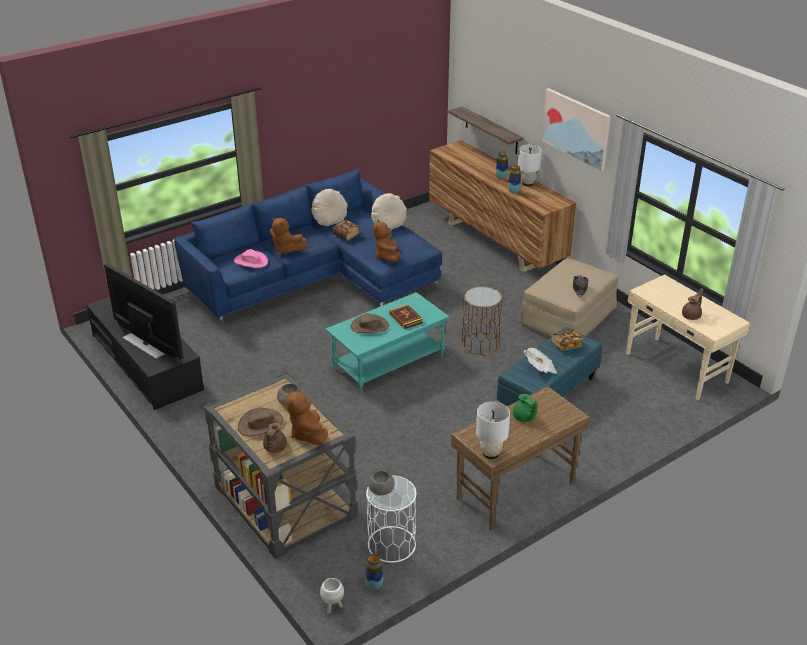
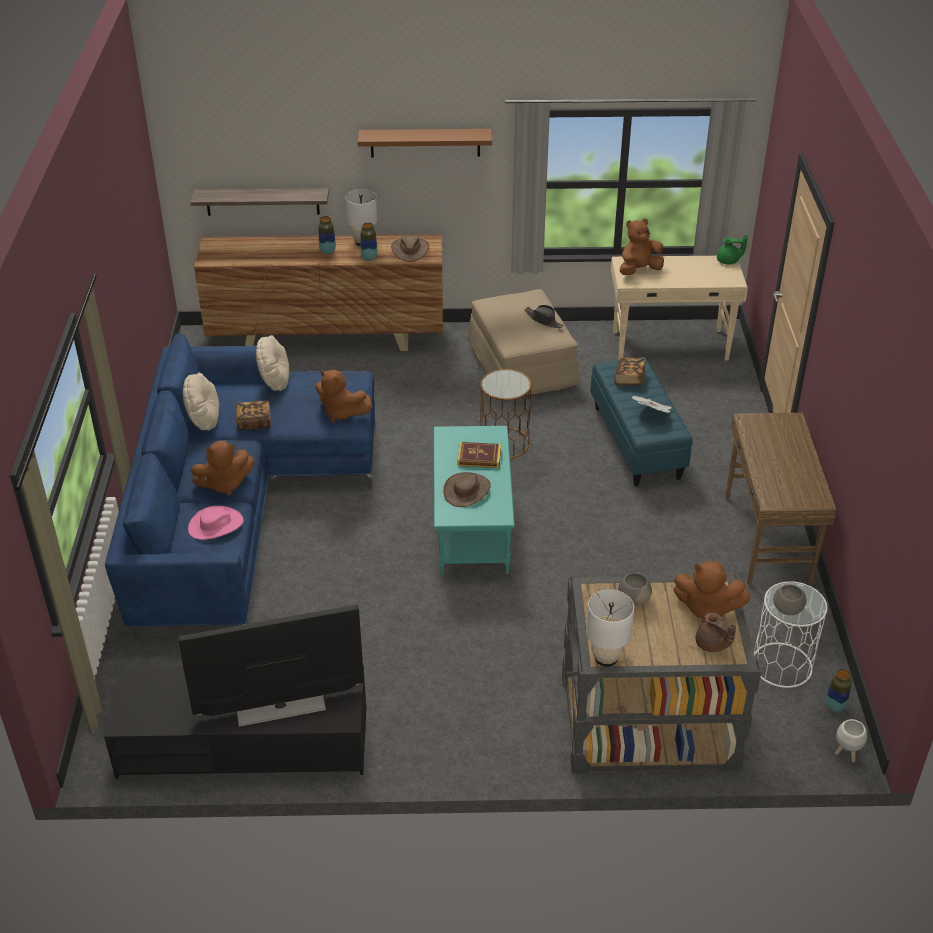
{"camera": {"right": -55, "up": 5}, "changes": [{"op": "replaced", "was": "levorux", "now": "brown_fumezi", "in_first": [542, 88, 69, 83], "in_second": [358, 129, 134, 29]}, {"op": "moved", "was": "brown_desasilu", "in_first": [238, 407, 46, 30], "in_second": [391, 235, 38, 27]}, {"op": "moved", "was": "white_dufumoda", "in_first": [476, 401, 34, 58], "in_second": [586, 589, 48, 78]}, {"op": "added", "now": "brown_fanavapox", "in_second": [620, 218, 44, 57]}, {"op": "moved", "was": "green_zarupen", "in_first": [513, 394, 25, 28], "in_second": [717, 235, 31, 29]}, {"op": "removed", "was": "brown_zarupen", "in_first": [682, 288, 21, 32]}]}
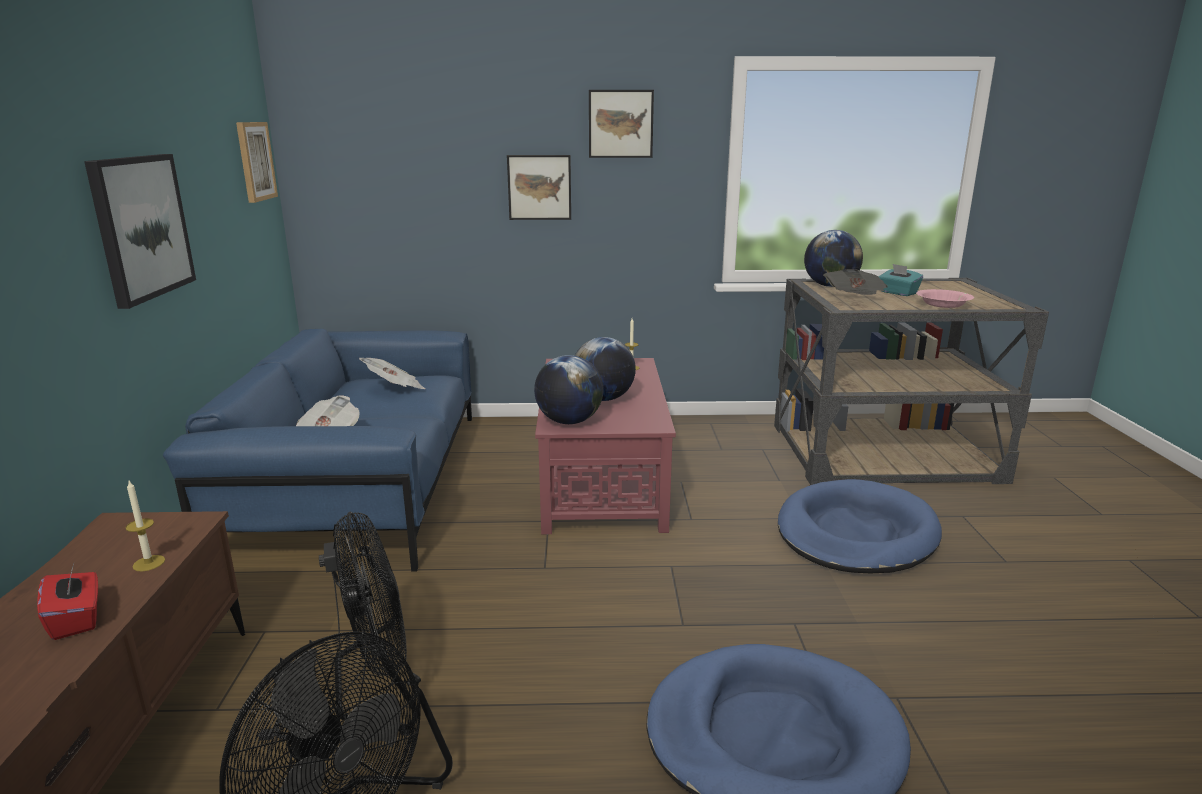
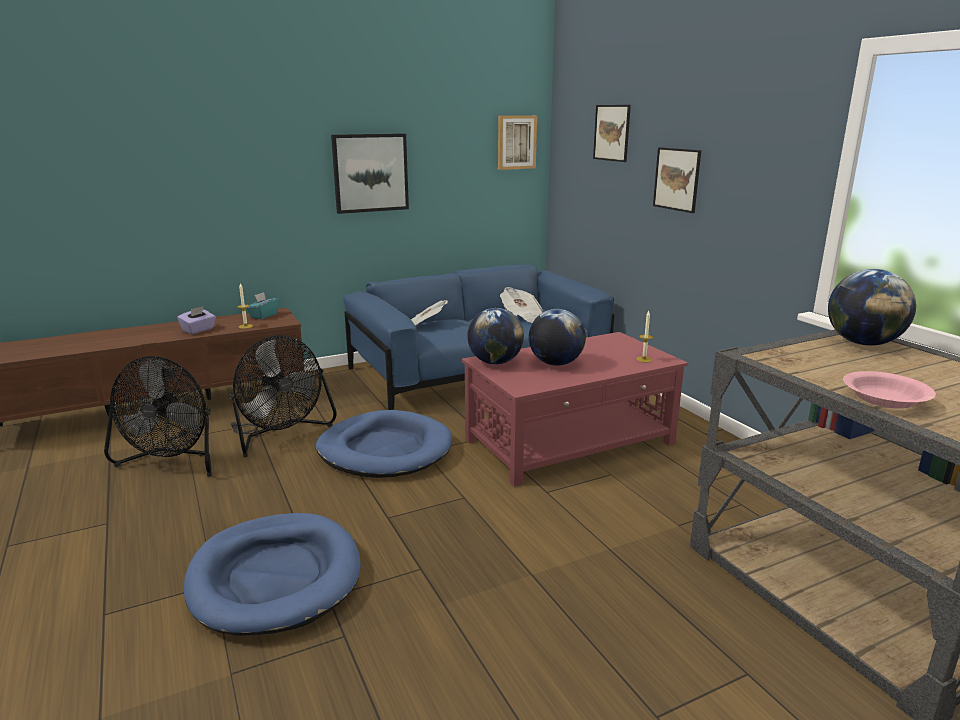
{"camera": {"right": 65, "up": 0}, "changes": [{"op": "recoloured", "was": "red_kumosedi", "now": "purple_kumosedi", "in_first": [37, 564, 61, 76], "in_second": [177, 306, 39, 28]}, {"op": "moved", "was": "turquoise_kumosedi", "in_first": [879, 264, 44, 32], "in_second": [246, 292, 33, 27]}, {"op": "moved", "was": "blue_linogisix", "in_first": [778, 479, 164, 95], "in_second": [315, 410, 137, 68]}, {"op": "moved", "was": "levorux", "in_first": [589, 90, 65, 68], "in_second": [593, 105, 38, 57]}, {"op": "removed", "was": "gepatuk", "in_first": [823, 269, 65, 26]}]}
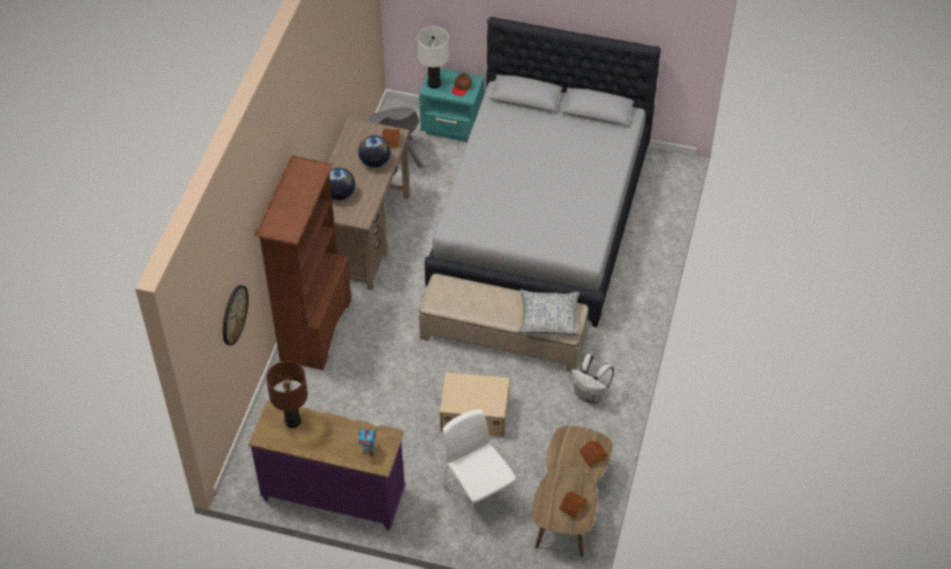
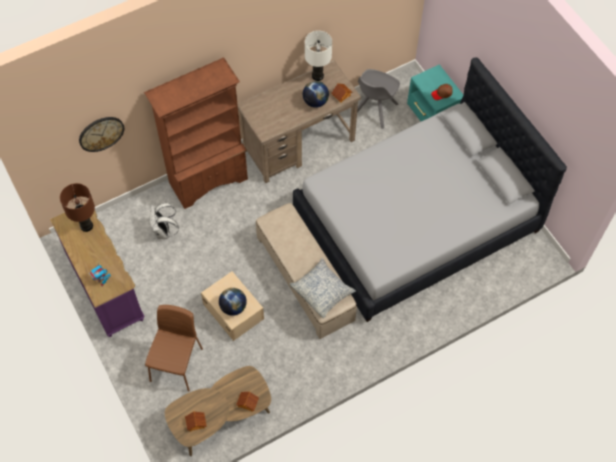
{"camera": {"right": 45, "up": 10}, "changes": [{"op": "recoloured", "was": "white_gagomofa", "now": "brown_gagomofa", "in_first": [442, 409, 75, 124], "in_second": [145, 305, 58, 87]}, {"op": "moved", "was": "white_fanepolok", "in_first": [569, 354, 45, 51], "in_second": [150, 203, 29, 36]}, {"op": "moved", "was": "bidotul", "in_first": [329, 167, 26, 33], "in_second": [219, 288, 28, 28]}, {"op": "moved", "was": "white_dufumoda", "in_first": [417, 26, 32, 62], "in_second": [305, 31, 27, 50]}]}
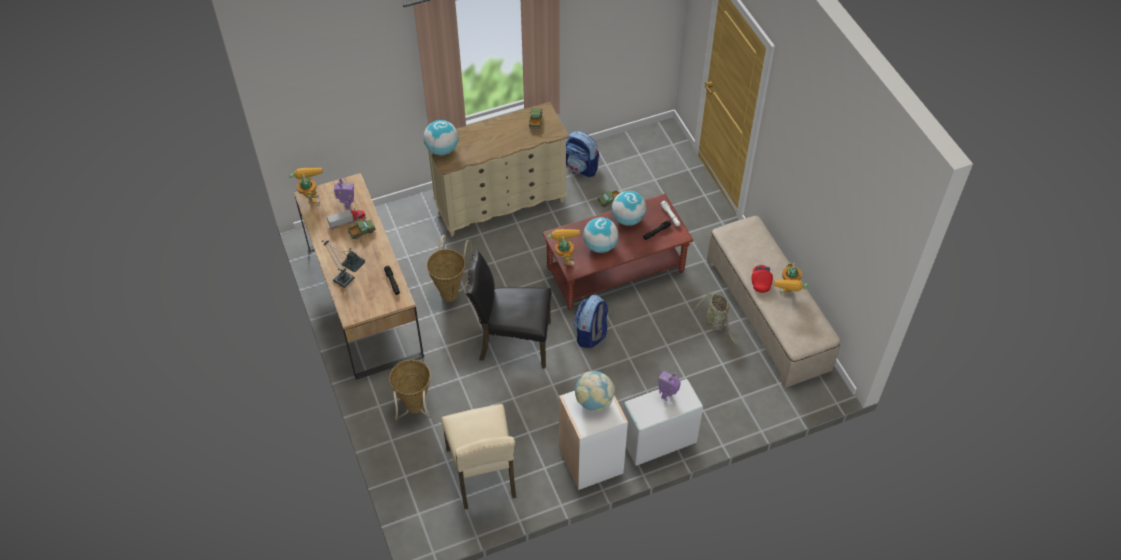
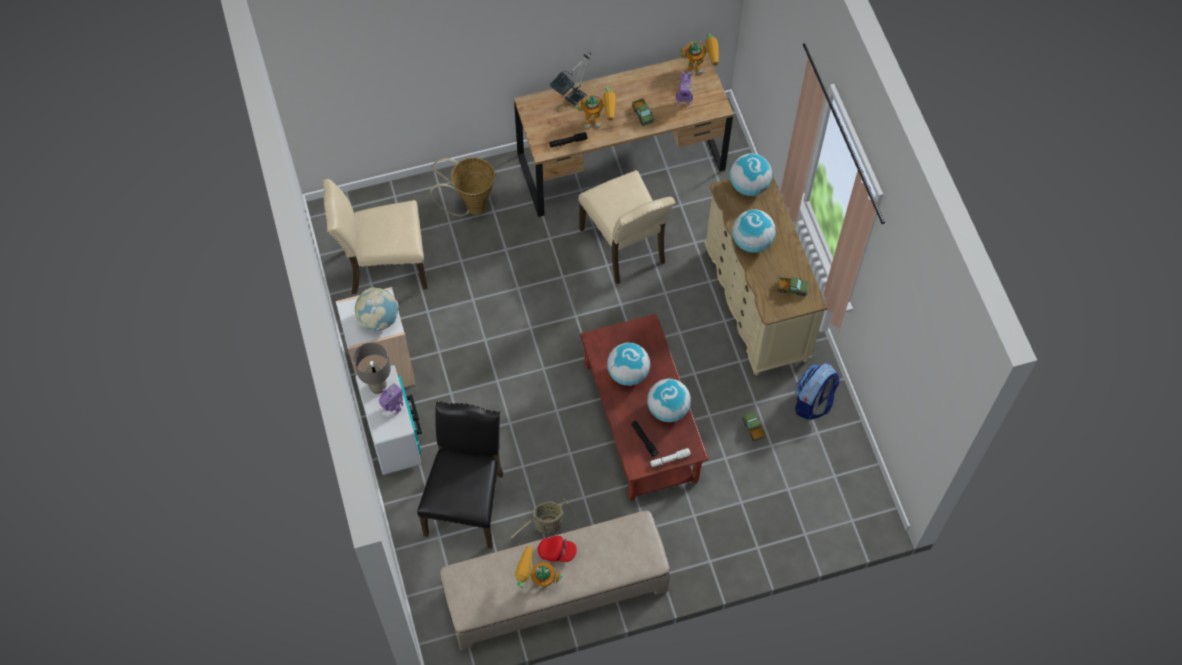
{"camera": {"right": 95, "up": 10}, "changes": [{"op": "added", "now": "grey_dufumoda", "in_second": [354, 343, 37, 51]}, {"op": "moved", "was": "black_gagomofa", "in_first": [466, 251, 86, 118], "in_second": [417, 401, 86, 147]}, {"op": "moved", "was": "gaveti", "in_first": [547, 229, 33, 37], "in_second": [575, 87, 41, 42]}, {"op": "replaced", "was": "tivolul", "now": "beige_gagomofa", "in_first": [427, 235, 46, 67], "in_second": [578, 170, 98, 114]}, {"op": "added", "now": "bidotul", "in_second": [732, 209, 44, 44]}, {"op": "removed", "was": "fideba", "in_first": [327, 208, 39, 21]}, {"op": "removed", "was": "fanepolok", "in_first": [573, 295, 36, 53]}]}
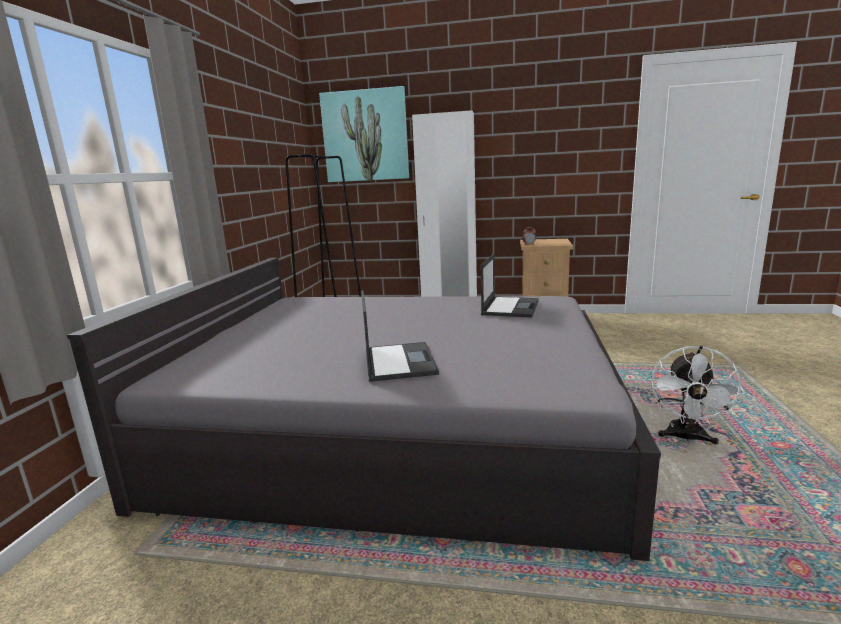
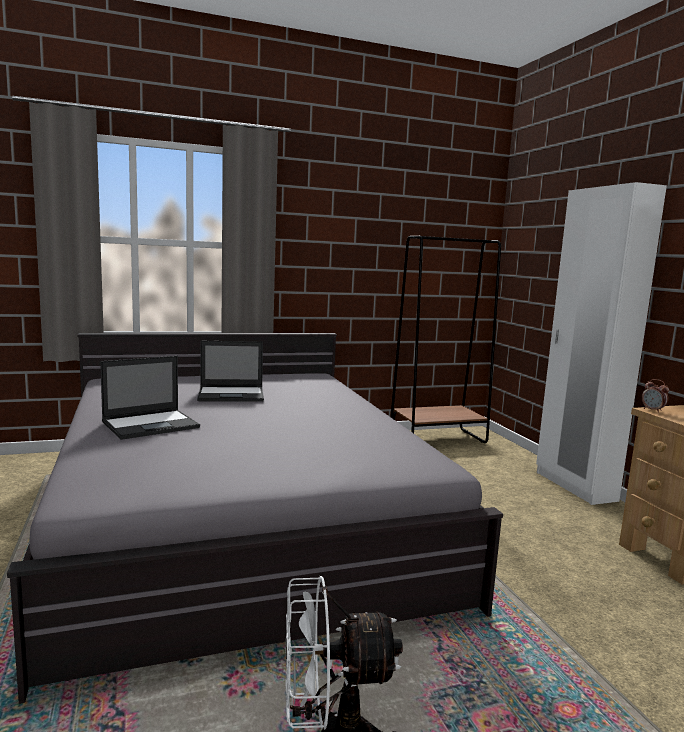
{"camera": {"right": 60, "up": -5}, "changes": [{"op": "moved", "was": "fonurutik", "in_first": [481, 254, 58, 64], "in_second": [197, 341, 67, 60]}, {"op": "removed", "was": "levorux", "in_first": [319, 86, 90, 96]}]}
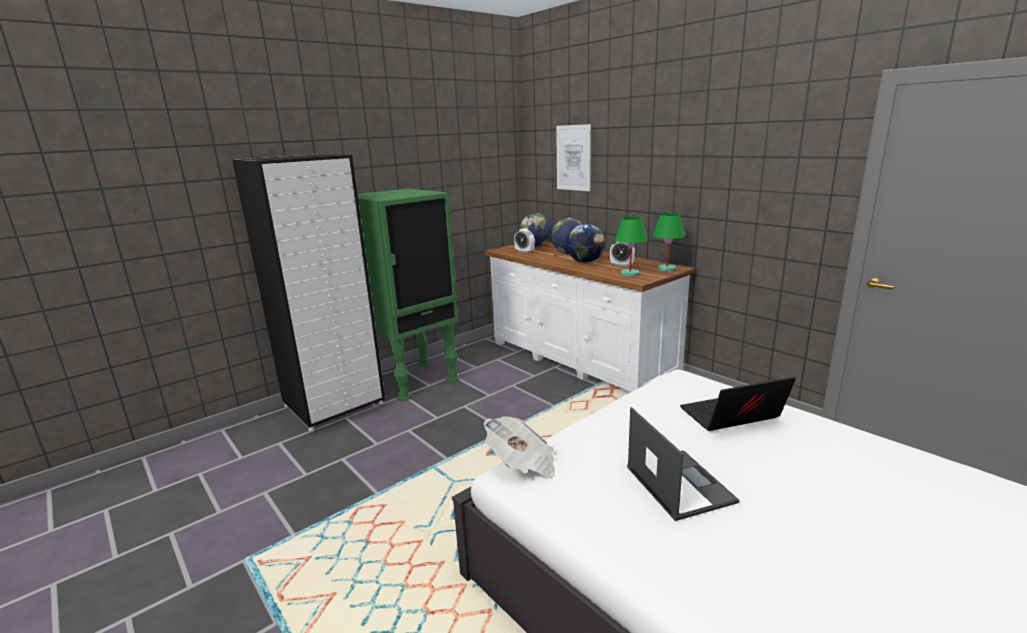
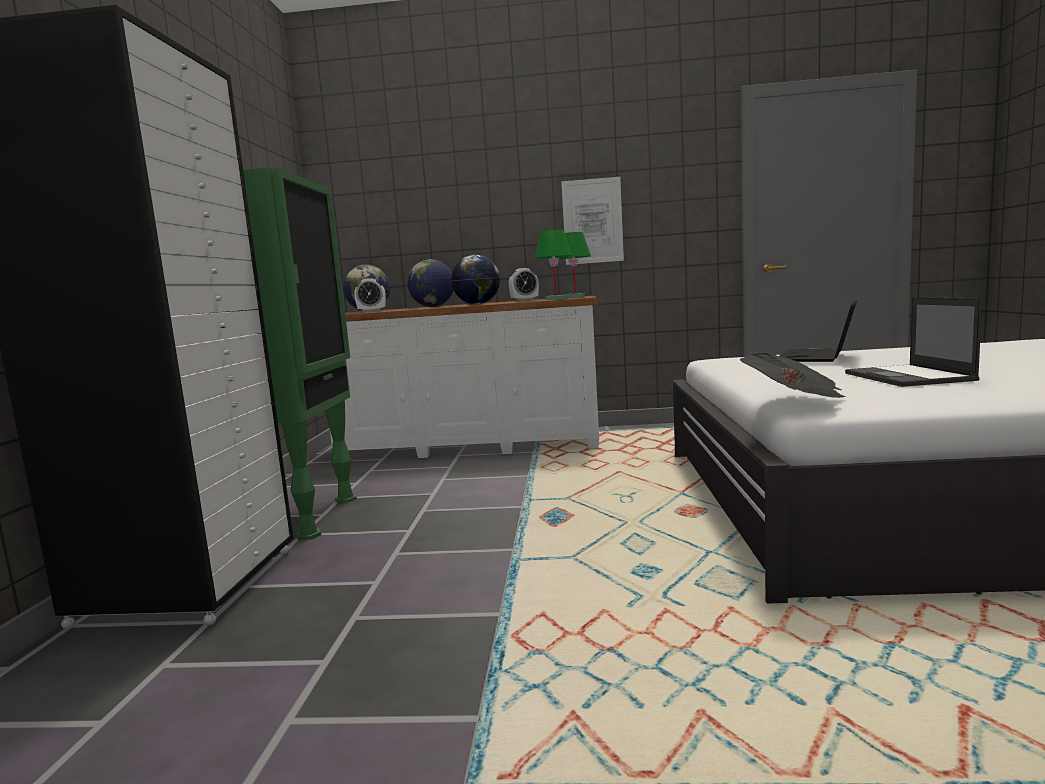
{"camera": {"right": -45, "up": -10}, "changes": [{"op": "moved", "was": "levorux", "in_first": [556, 124, 35, 67], "in_second": [561, 177, 63, 88]}, {"op": "turned", "was": "fonurutik", "in_first": [627, 407, 113, 114], "in_second": [845, 297, 137, 90], "clockwise": -120}]}
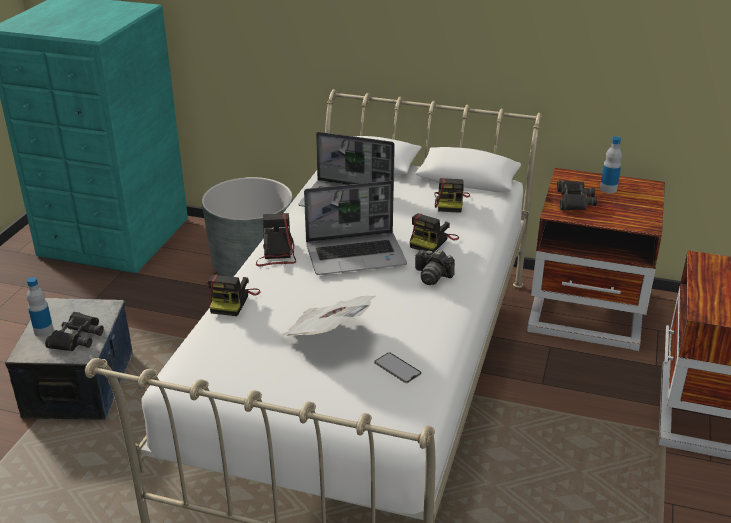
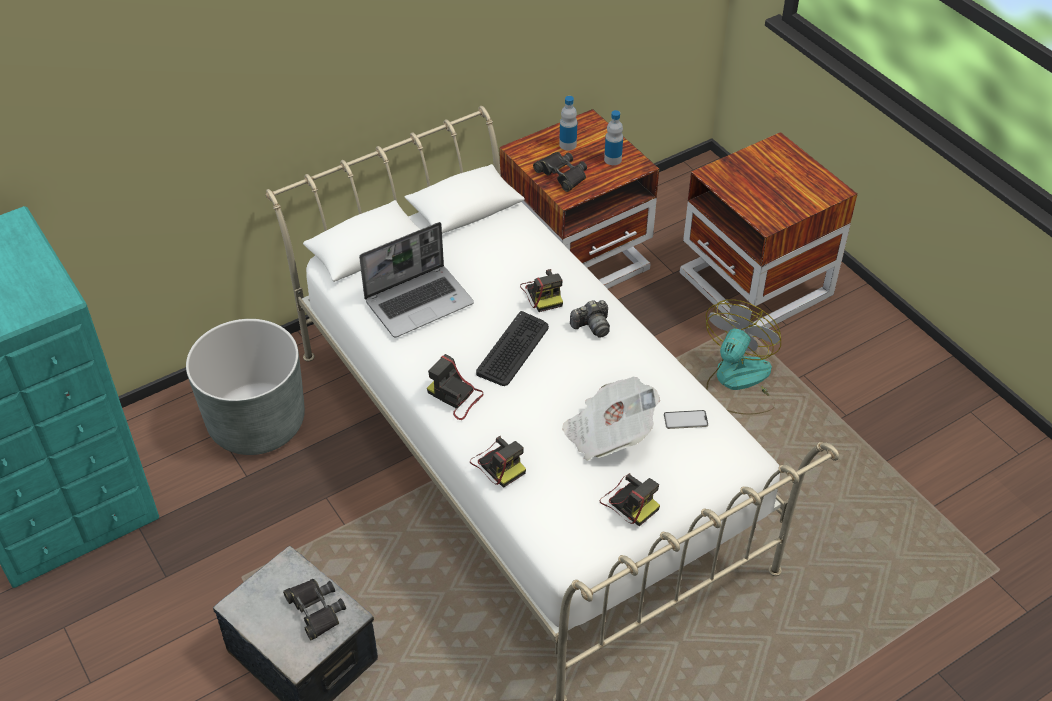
{"camera": {"right": -50, "up": 15}, "changes": [{"op": "replaced", "was": "fonurutik", "now": "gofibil", "in_first": [304, 180, 103, 95], "in_second": [476, 311, 73, 75]}, {"op": "moved", "was": "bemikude", "in_first": [435, 178, 35, 35], "in_second": [599, 473, 61, 53]}, {"op": "moved", "was": "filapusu", "in_first": [27, 277, 27, 60], "in_second": [604, 110, 19, 55]}, {"op": "added", "now": "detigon", "in_second": [706, 299, 75, 116]}]}
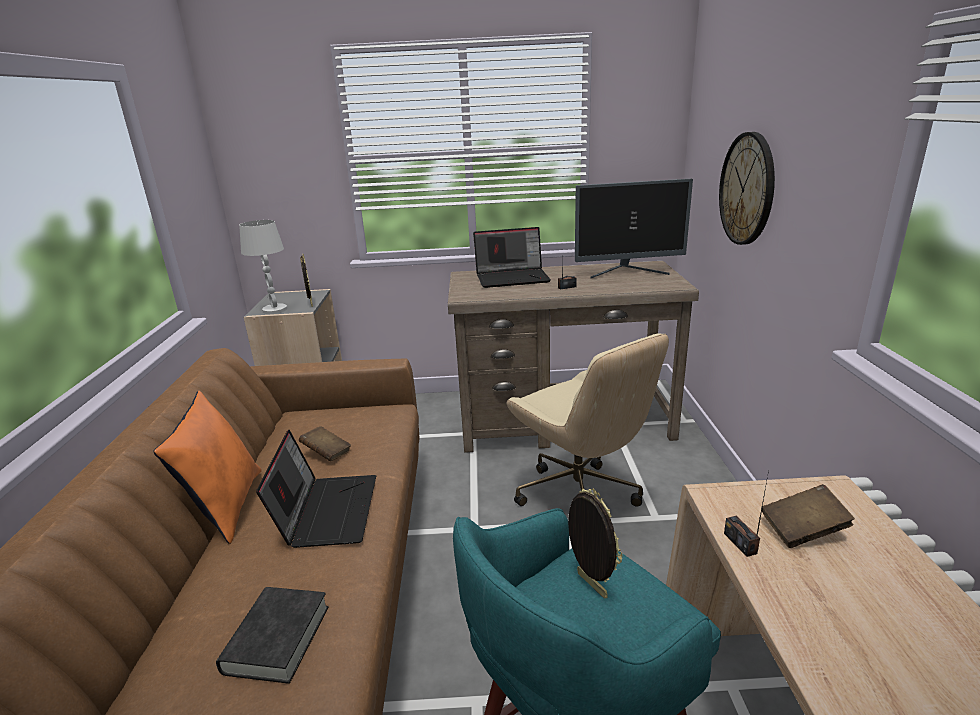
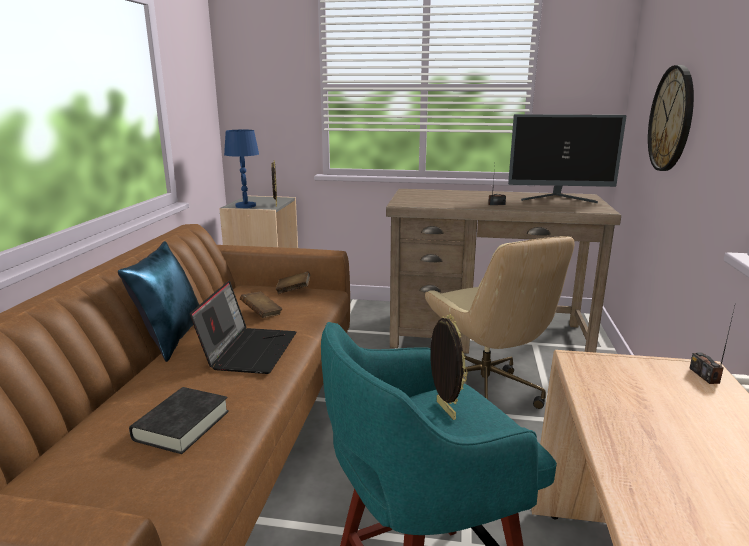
{"camera": {"right": 10, "up": -5}, "changes": [{"op": "recoloured", "was": "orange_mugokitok", "now": "blue_mugokitok", "in_first": [153, 391, 109, 153], "in_second": [118, 241, 81, 121]}, {"op": "recoloured", "was": "white_dufumoda", "now": "blue_dufumoda", "in_first": [239, 220, 48, 94], "in_second": [224, 130, 35, 78]}, {"op": "moved", "was": "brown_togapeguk", "in_first": [761, 484, 94, 64], "in_second": [275, 271, 35, 23]}, {"op": "moved", "was": "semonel", "in_first": [724, 470, 45, 87], "in_second": [690, 302, 46, 82]}, {"op": "removed", "was": "fonurutik", "in_first": [473, 227, 78, 61]}]}
